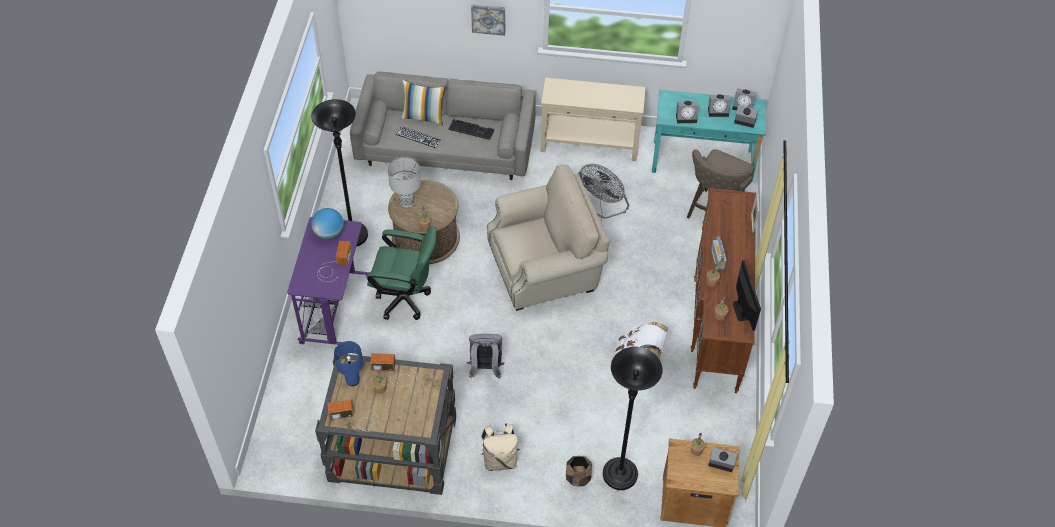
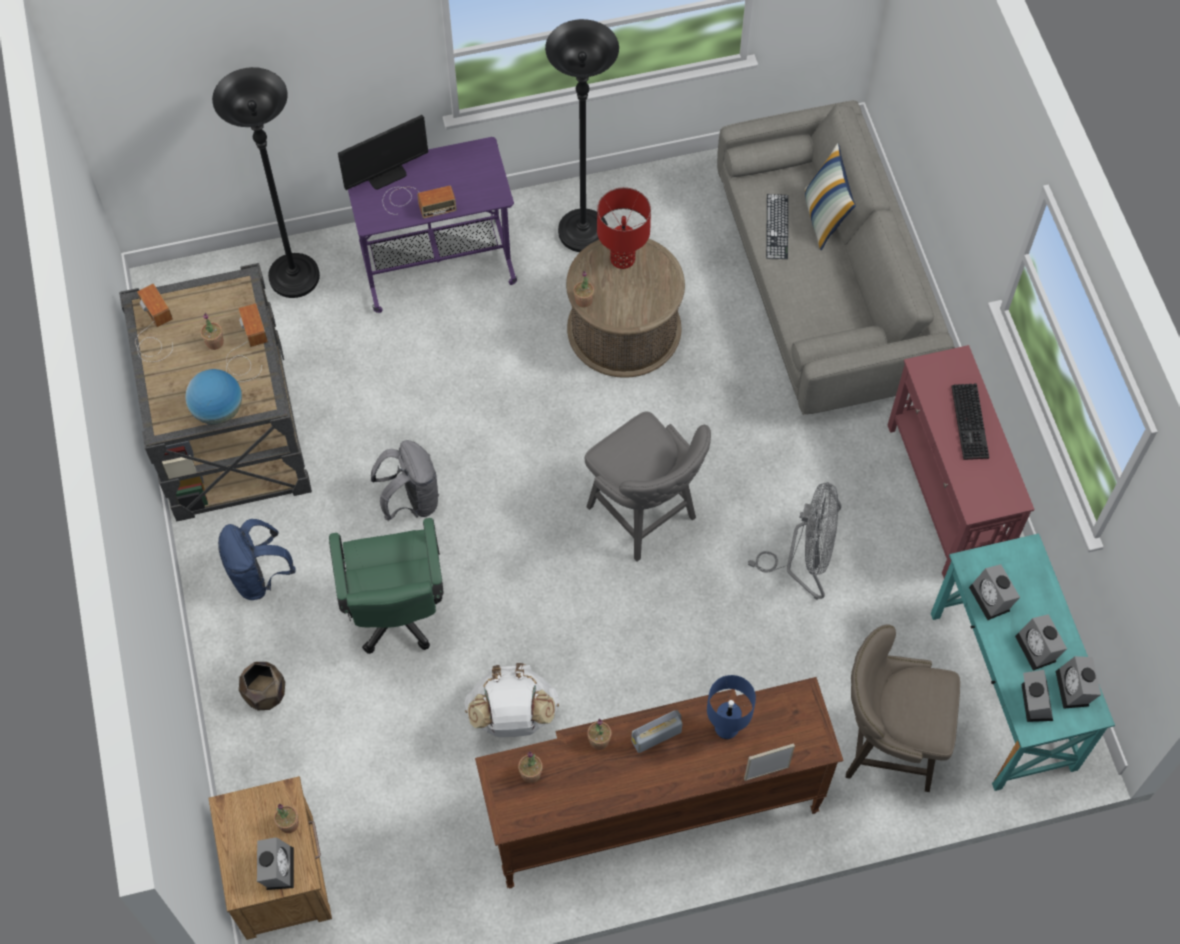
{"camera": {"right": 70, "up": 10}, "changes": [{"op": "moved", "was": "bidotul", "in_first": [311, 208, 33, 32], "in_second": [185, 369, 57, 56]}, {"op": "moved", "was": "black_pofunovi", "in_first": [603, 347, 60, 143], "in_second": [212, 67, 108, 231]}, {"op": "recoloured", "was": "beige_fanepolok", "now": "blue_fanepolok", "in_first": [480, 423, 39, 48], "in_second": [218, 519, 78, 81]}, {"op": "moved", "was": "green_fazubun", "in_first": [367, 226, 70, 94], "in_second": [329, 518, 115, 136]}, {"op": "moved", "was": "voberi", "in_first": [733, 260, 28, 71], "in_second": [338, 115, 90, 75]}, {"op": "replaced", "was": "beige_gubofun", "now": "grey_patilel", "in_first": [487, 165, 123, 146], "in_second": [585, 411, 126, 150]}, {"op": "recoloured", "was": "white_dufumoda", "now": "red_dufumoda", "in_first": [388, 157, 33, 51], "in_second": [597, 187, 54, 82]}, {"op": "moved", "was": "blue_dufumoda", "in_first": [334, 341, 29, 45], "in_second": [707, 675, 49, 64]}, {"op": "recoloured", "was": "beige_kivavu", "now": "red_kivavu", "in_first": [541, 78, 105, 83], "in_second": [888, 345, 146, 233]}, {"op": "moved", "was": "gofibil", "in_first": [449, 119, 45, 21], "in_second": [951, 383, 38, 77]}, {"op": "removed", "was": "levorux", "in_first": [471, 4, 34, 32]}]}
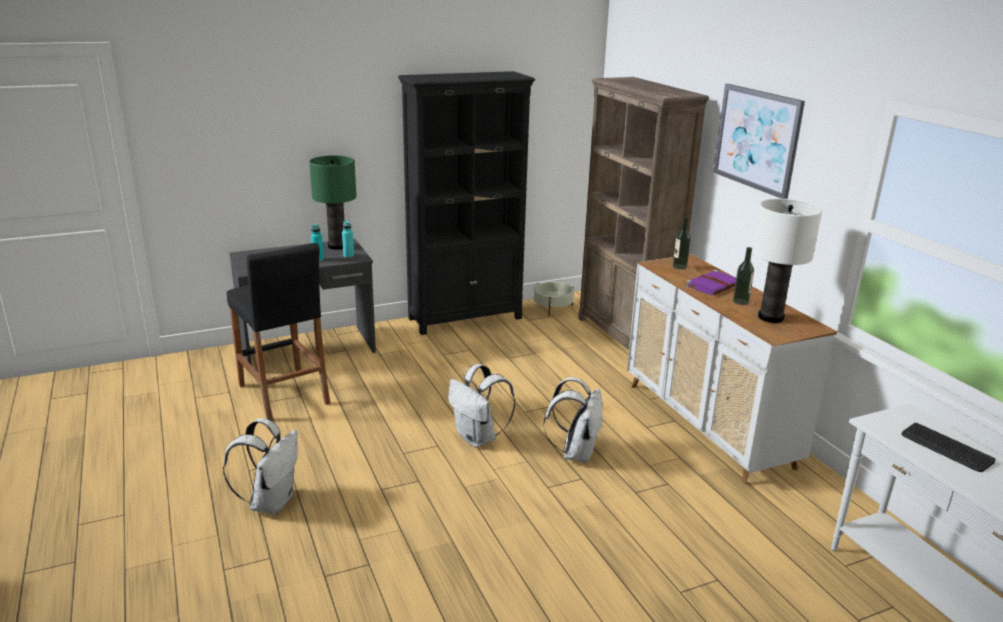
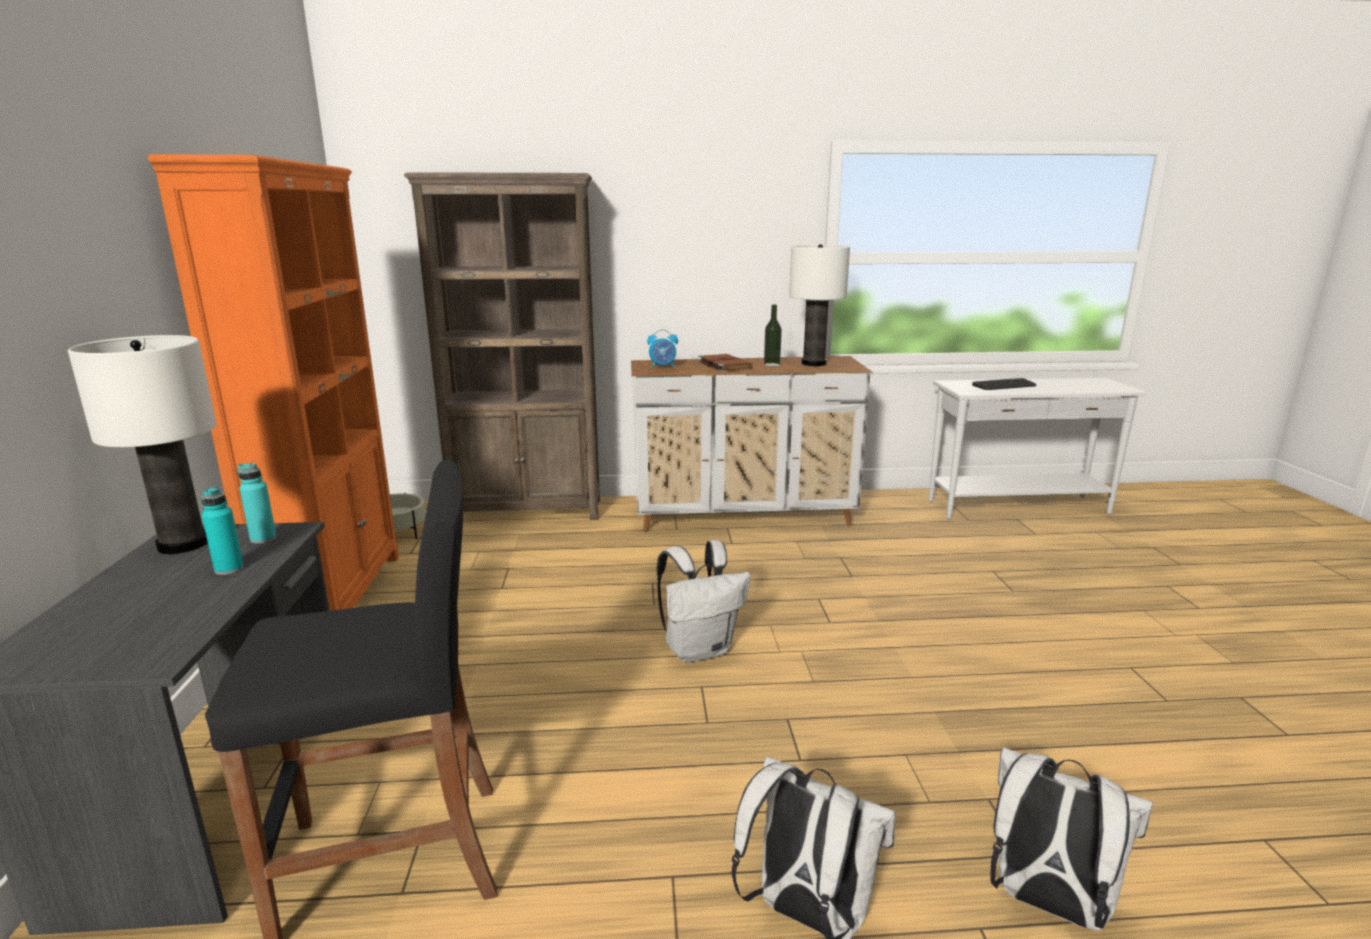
{"camera": {"right": -70, "up": -5}, "changes": [{"op": "recoloured", "was": "green_dufumoda", "now": "white_dufumoda", "in_first": [309, 155, 47, 95], "in_second": [68, 335, 148, 219]}, {"op": "recoloured", "was": "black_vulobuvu", "now": "orange_vulobuvu", "in_first": [398, 71, 137, 264], "in_second": [148, 154, 251, 457]}, {"op": "replaced", "was": "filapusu", "now": "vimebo", "in_first": [673, 217, 18, 52], "in_second": [647, 329, 31, 39]}, {"op": "recoloured", "was": "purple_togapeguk", "now": "brown_togapeguk", "in_first": [686, 270, 50, 25], "in_second": [698, 354, 55, 18]}, {"op": "moved", "was": "white_fanepolok", "in_first": [543, 377, 60, 86], "in_second": [990, 747, 163, 184]}, {"op": "removed", "was": "levorux", "in_first": [713, 84, 92, 115]}]}
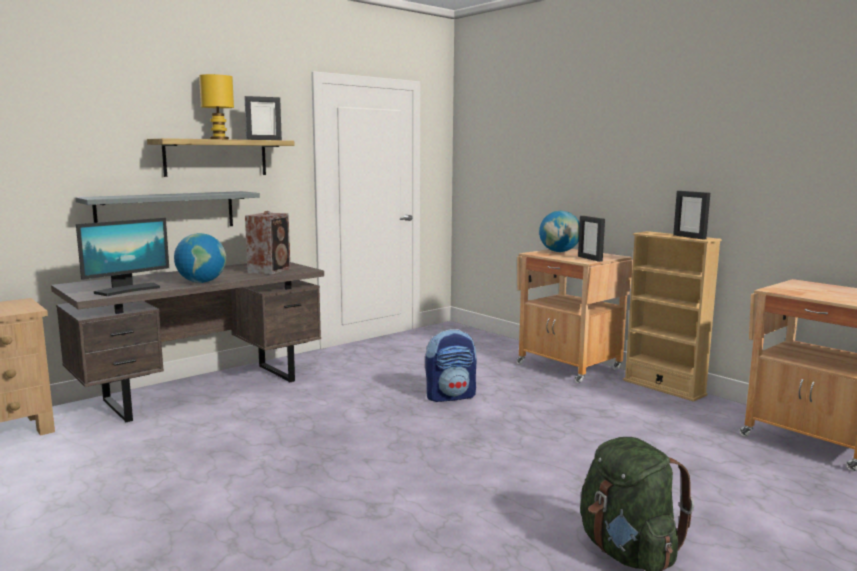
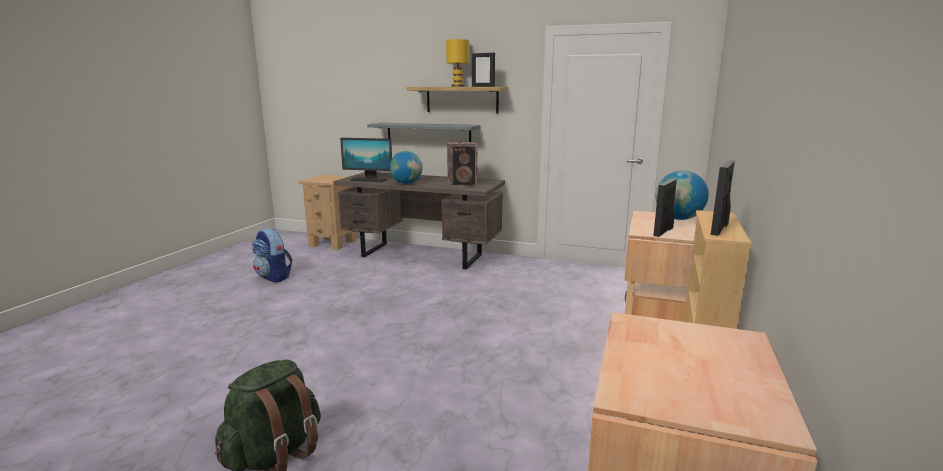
{"camera": {"right": 60, "up": 5}, "changes": [{"op": "moved", "was": "fanepolok", "in_first": [425, 329, 51, 73], "in_second": [252, 228, 40, 54]}]}
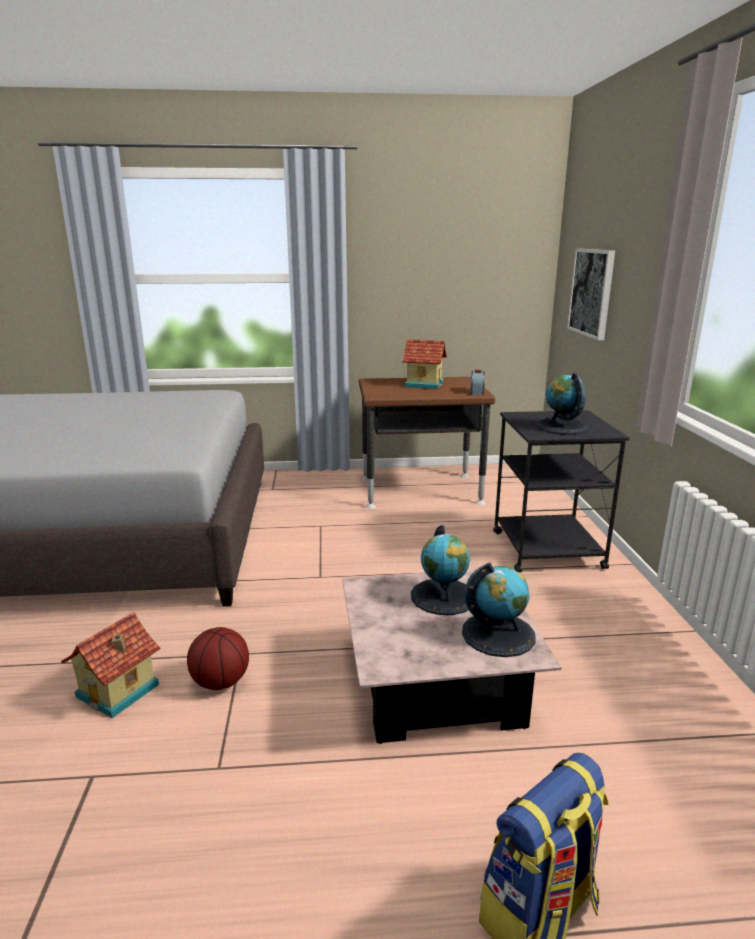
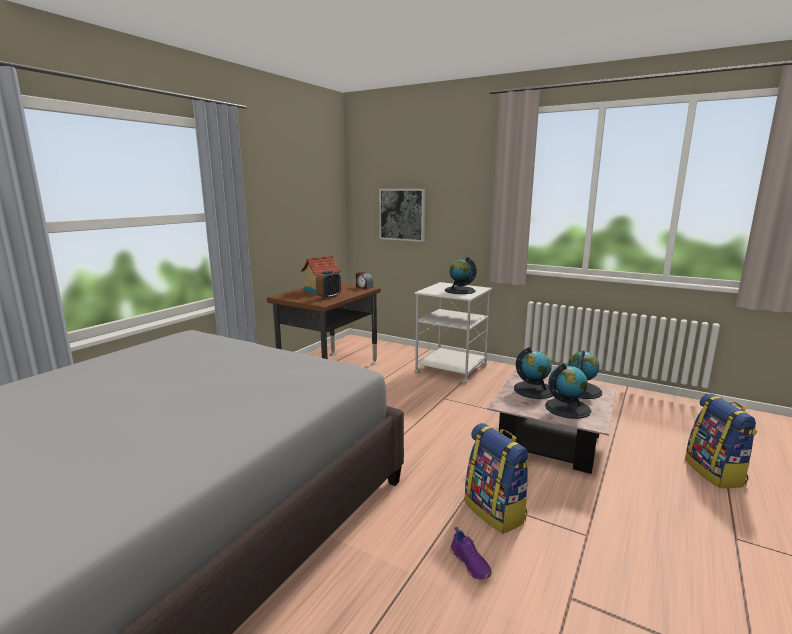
{"camera": {"right": -55, "up": -5}, "changes": [{"op": "added", "now": "vimebo", "in_second": [316, 271, 25, 28]}, {"op": "recoloured", "was": "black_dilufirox", "now": "white_dilufirox", "in_first": [493, 410, 136, 162], "in_second": [415, 282, 77, 103]}, {"op": "replaced", "was": "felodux", "now": "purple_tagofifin", "in_first": [61, 612, 99, 106], "in_second": [450, 527, 42, 53]}, {"op": "replaced", "was": "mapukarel", "now": "fanepolok", "in_first": [187, 627, 62, 63], "in_second": [465, 423, 65, 111]}, {"op": "added", "now": "bidotul", "in_second": [545, 363, 46, 56]}]}
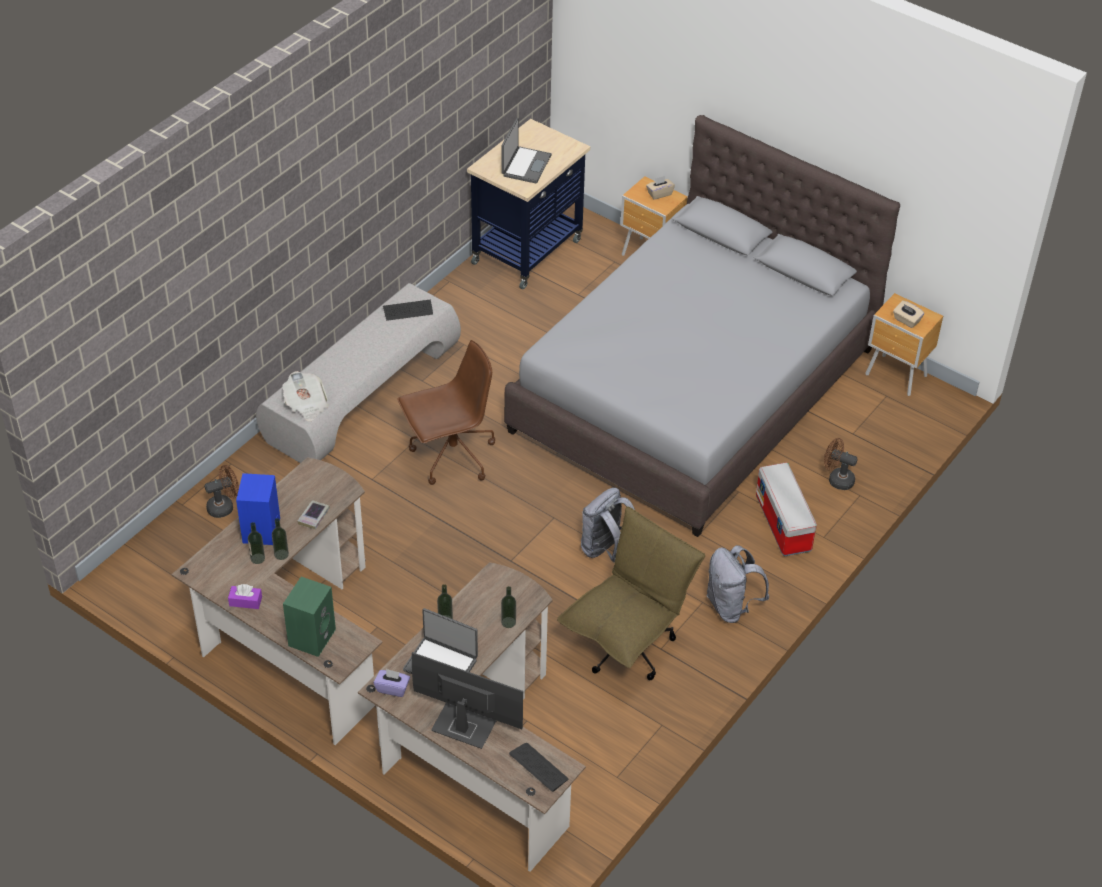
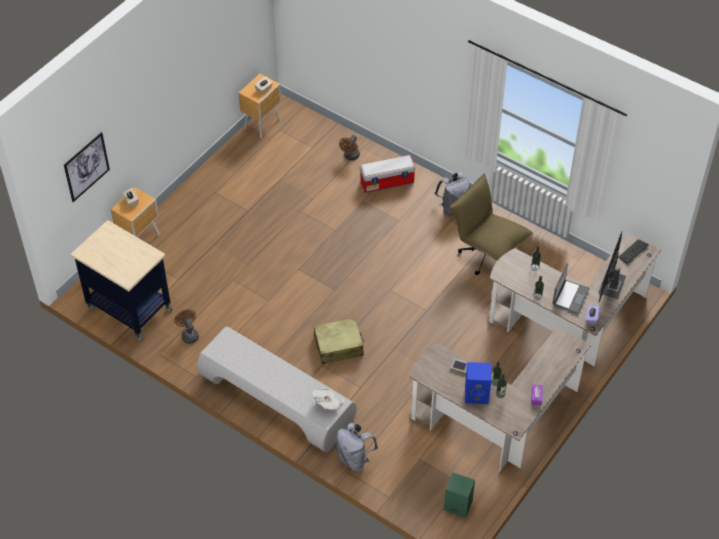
{"camera": {"right": -90, "up": 5}, "changes": [{"op": "added", "now": "levorux", "in_second": [64, 132, 46, 70]}, {"op": "moved", "was": "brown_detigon", "in_first": [205, 465, 34, 53], "in_second": [174, 309, 25, 35]}, {"op": "replaced", "was": "brown_fazubun", "now": "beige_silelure", "in_first": [397, 340, 98, 145], "in_second": [314, 317, 50, 47]}, {"op": "moved", "was": "grey_fanepolok", "in_first": [581, 488, 54, 75], "in_second": [336, 423, 42, 49]}, {"op": "moved", "was": "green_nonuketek", "in_first": [283, 577, 53, 80], "in_second": [444, 473, 31, 45]}, {"op": "removed", "was": "gofibil", "in_first": [383, 300, 50, 21]}, {"op": "removed", "was": "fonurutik", "in_first": [501, 118, 51, 65]}, {"op": "removed", "was": "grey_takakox", "in_first": [504, 115, 396, 422]}]}
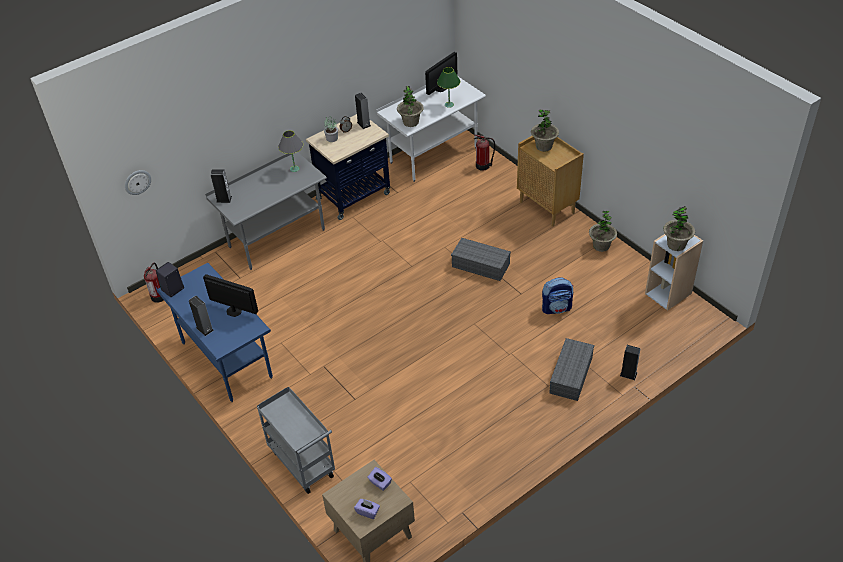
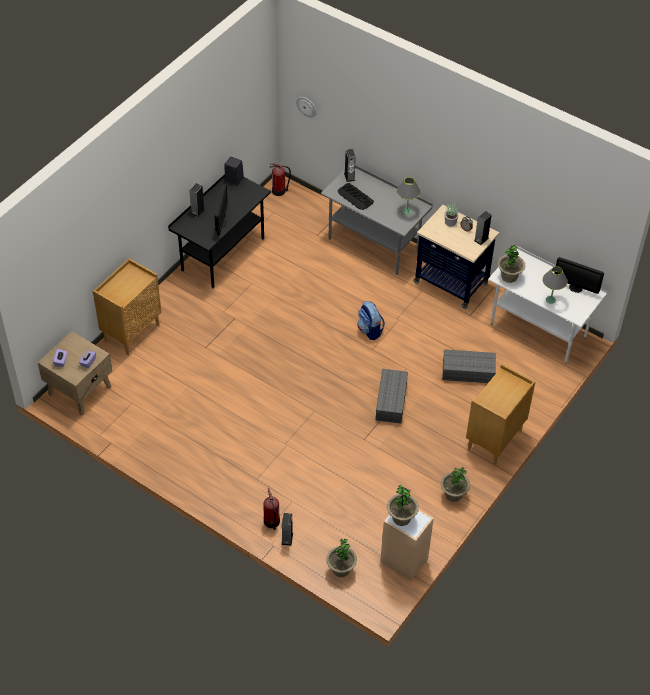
{"camera": {"right": 70, "up": 5}, "changes": [{"op": "replaced", "was": "grey_dilufirox", "now": "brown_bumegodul", "in_first": [257, 387, 78, 107], "in_second": [93, 258, 69, 97]}, {"op": "recoloured", "was": "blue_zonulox", "now": "black_zonulox", "in_first": [156, 263, 117, 139], "in_second": [168, 174, 103, 115]}, {"op": "moved", "was": "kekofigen", "in_first": [474, 134, 21, 37], "in_second": [263, 488, 17, 42]}, {"op": "moved", "was": "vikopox", "in_first": [531, 110, 28, 42], "in_second": [326, 538, 31, 39]}, {"op": "added", "now": "gofibil", "in_second": [337, 183, 37, 27]}, {"op": "moved", "was": "fanepolok", "in_first": [542, 277, 31, 37], "in_second": [358, 301, 27, 39]}, {"op": "moved", "was": "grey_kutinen", "in_first": [549, 338, 45, 63], "in_second": [442, 349, 54, 34]}, {"op": "recoloured", "was": "green_dufumoda", "now": "grey_dufumoda", "in_first": [437, 67, 23, 41], "in_second": [542, 266, 26, 38]}]}
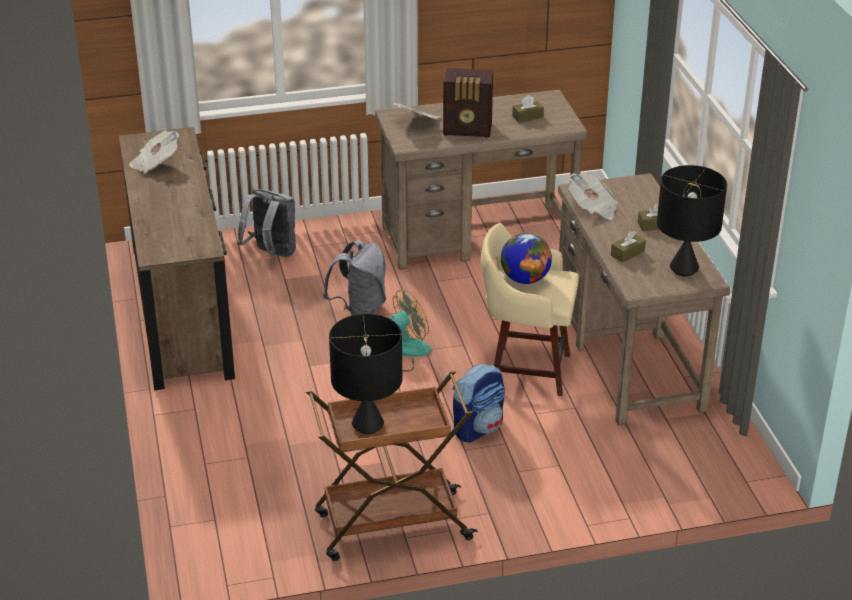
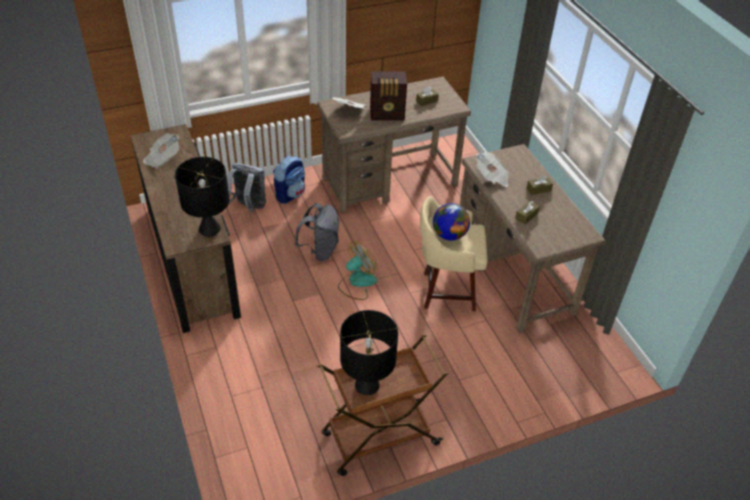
{"camera": {"right": -10, "up": 10}, "changes": [{"op": "moved", "was": "black_dufumoda", "in_first": [657, 165, 70, 111], "in_second": [175, 157, 55, 80]}, {"op": "moved", "was": "fanepolok", "in_first": [453, 364, 52, 79], "in_second": [273, 156, 32, 48]}]}
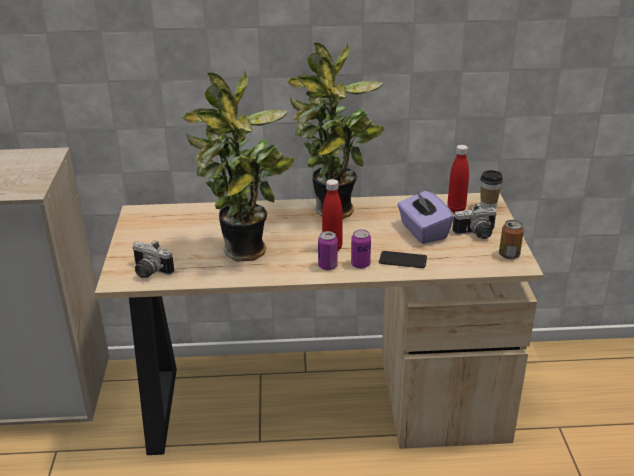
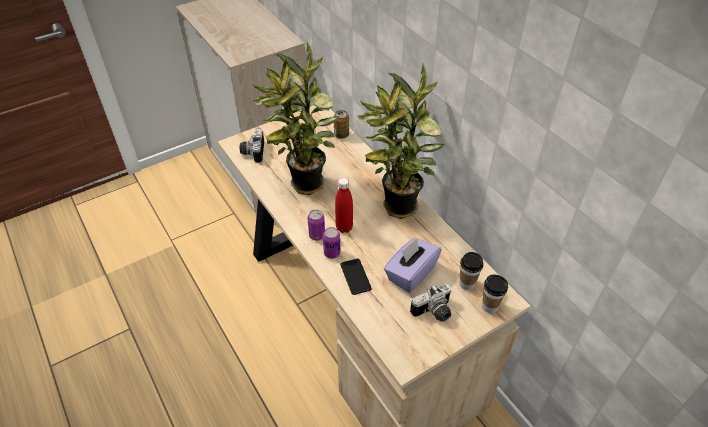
{"camera": {"right": 60, "up": 15}, "changes": [{"op": "moved", "was": "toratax", "in_first": [499, 220, 25, 39], "in_second": [334, 110, 15, 29]}, {"op": "turned", "was": "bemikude", "in_first": [452, 203, 44, 36], "in_second": [410, 284, 42, 38], "clockwise": -75}, {"op": "replaced", "was": "red_filapusu", "now": "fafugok", "in_first": [447, 145, 22, 68], "in_second": [459, 252, 24, 38]}]}
